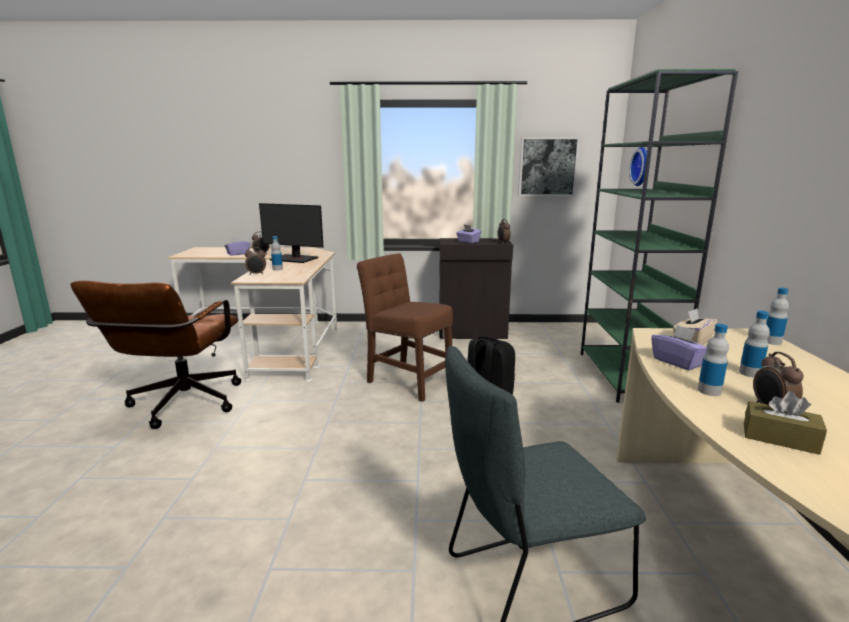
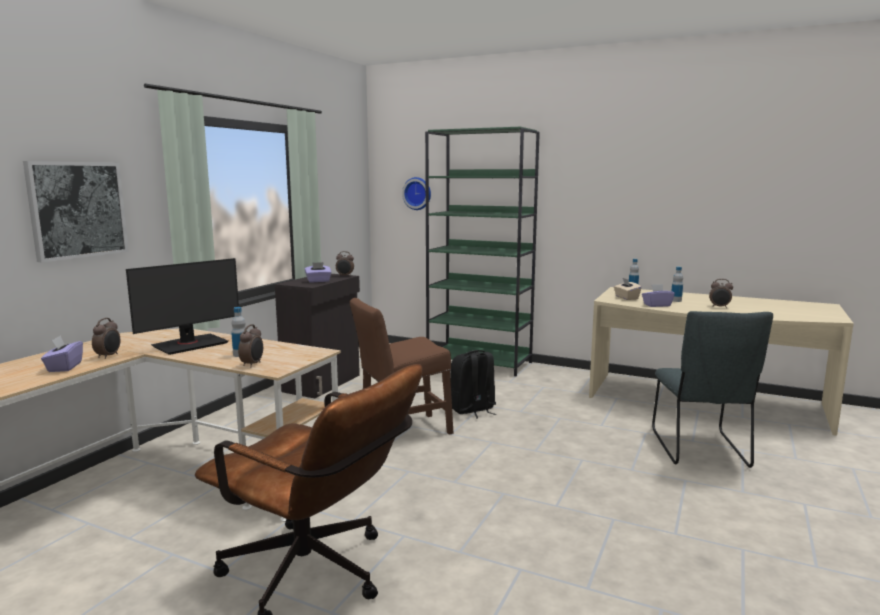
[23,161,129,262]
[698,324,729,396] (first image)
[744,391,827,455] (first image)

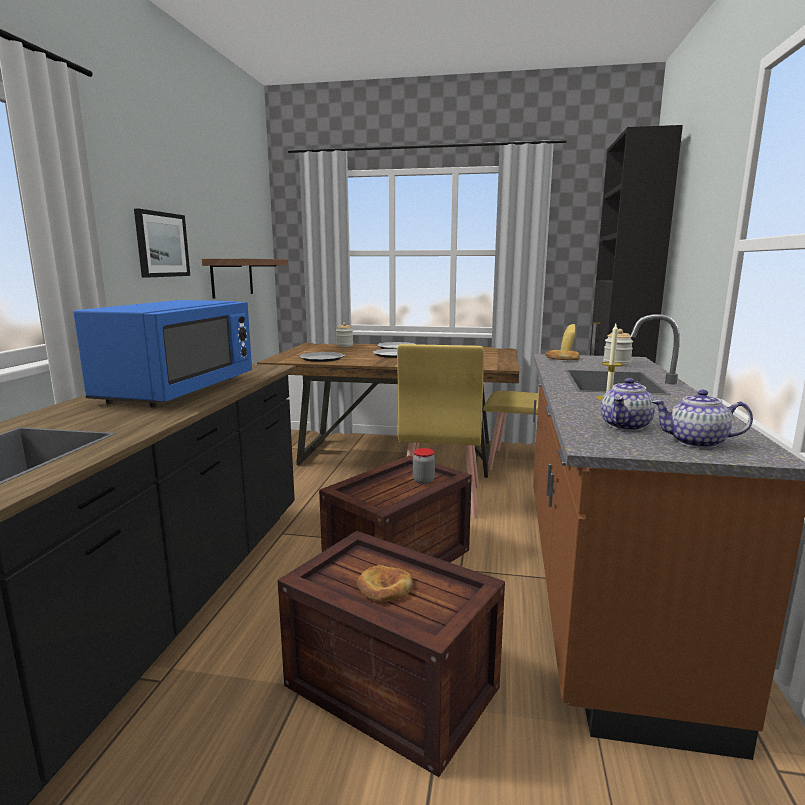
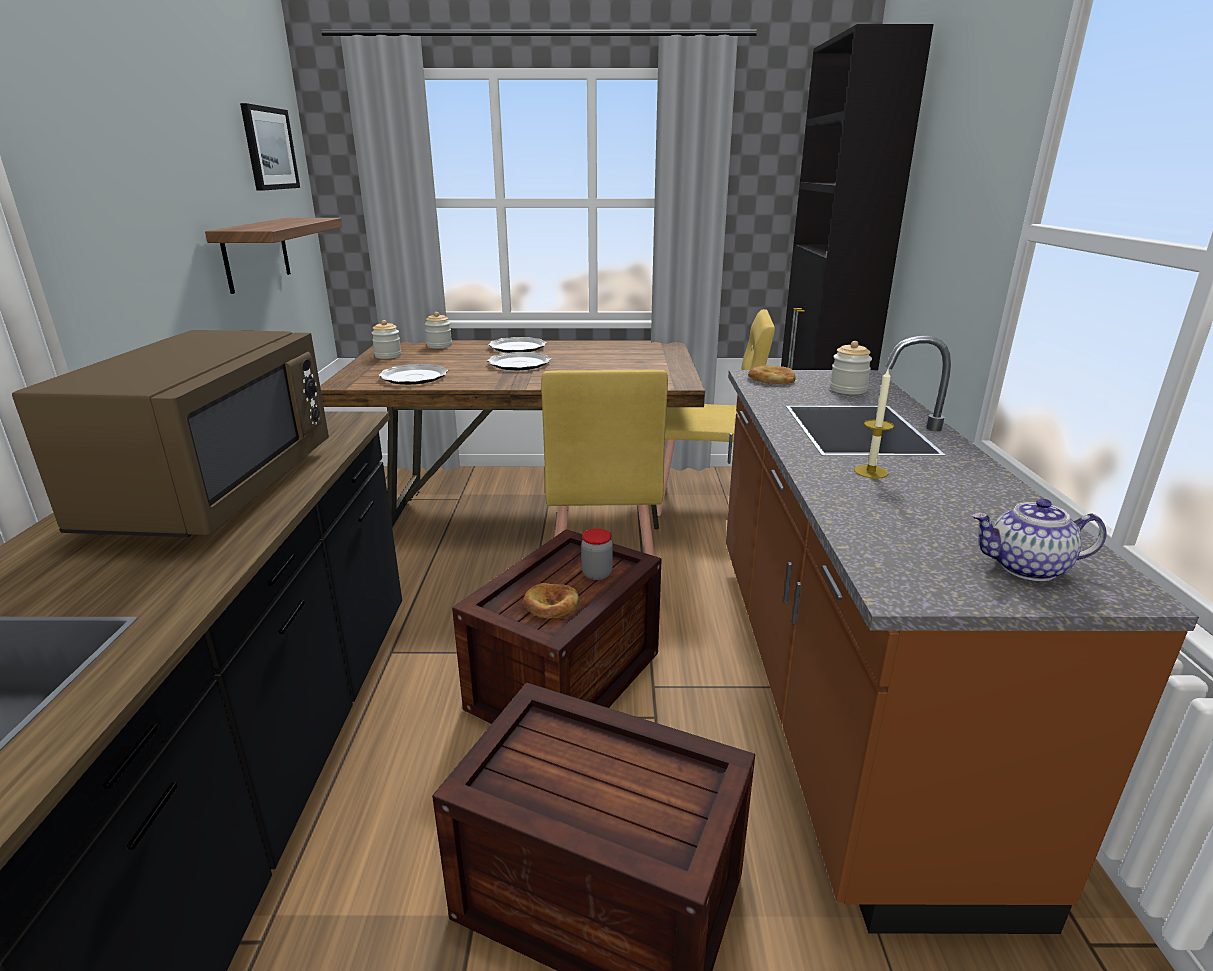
[12,330,329,538]
[240,103,300,191]
[371,320,402,359]
[523,583,579,619]
[601,378,655,431] (first image)

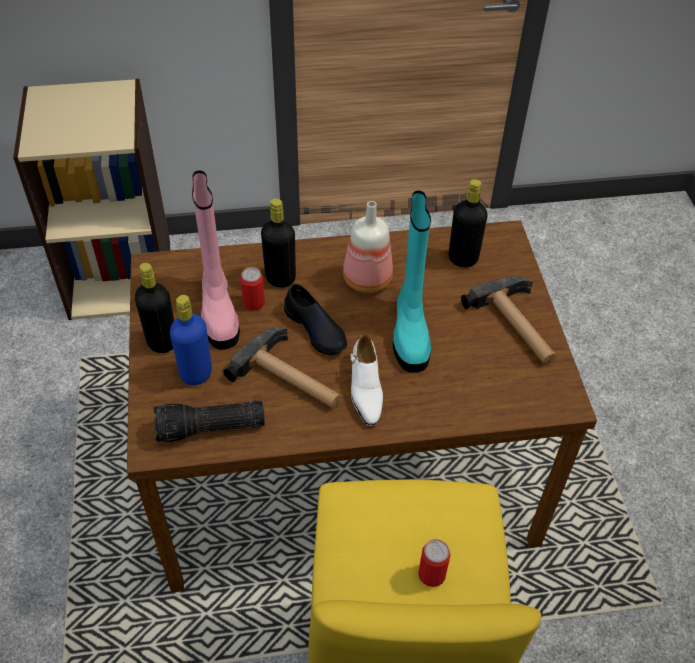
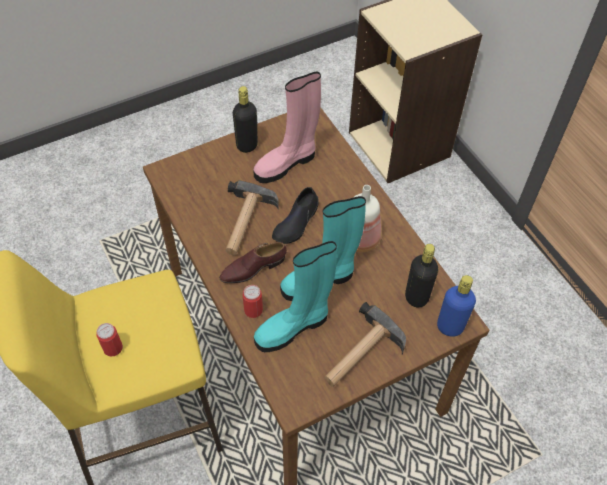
[219,242,287,283]
[243,285,263,318]
[254,241,337,352]
[437,275,476,337]
[153,400,265,442] (first image)
[261,198,296,288] (first image)

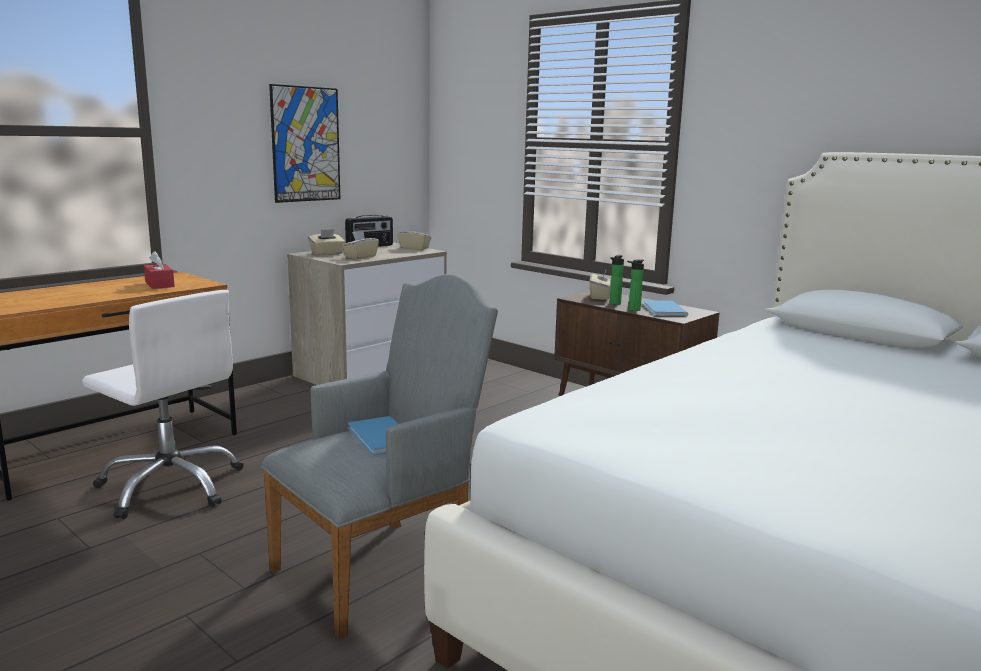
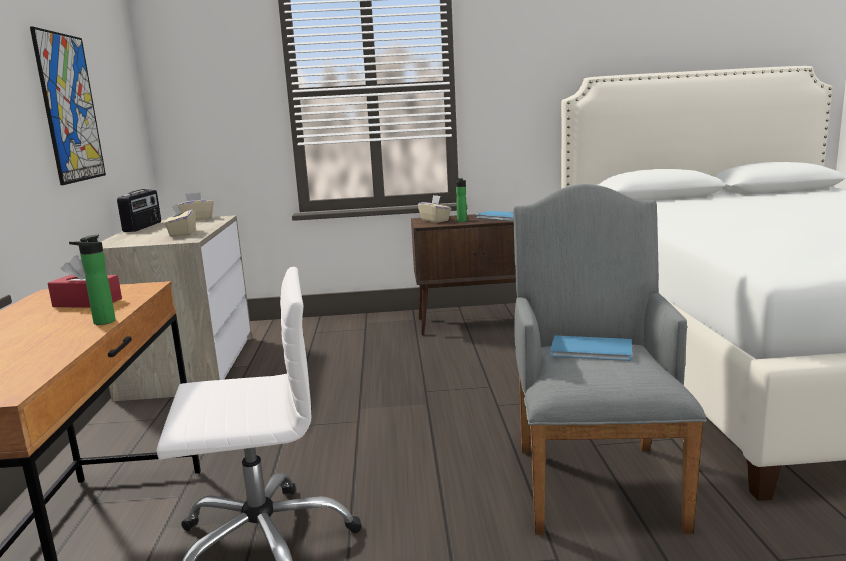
[69,235,116,325]
[308,229,345,255] (first image)

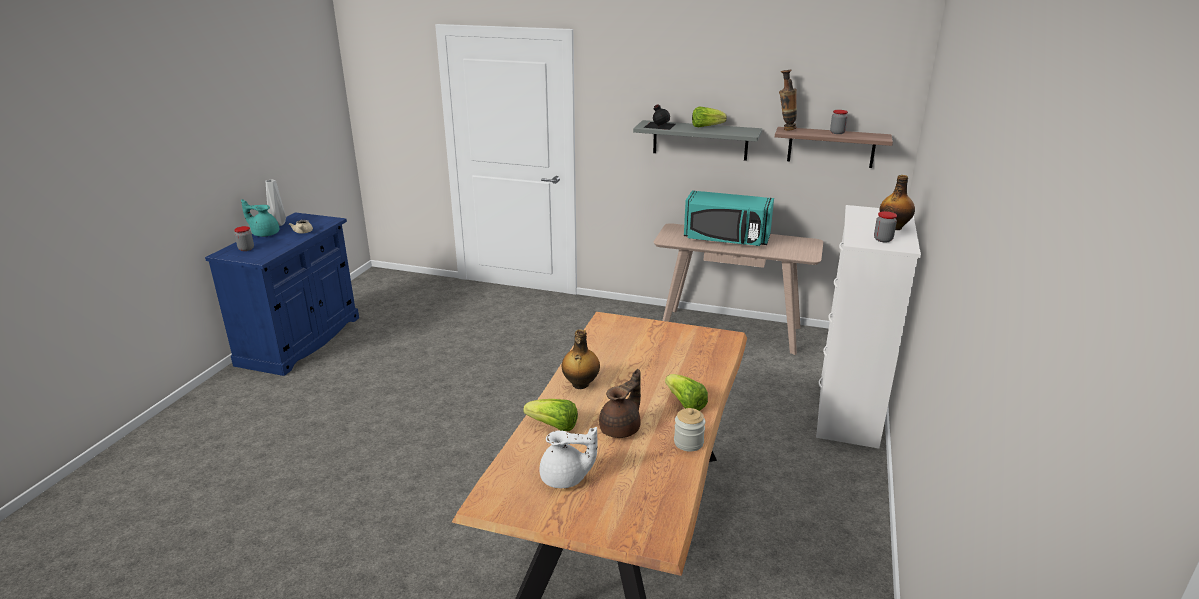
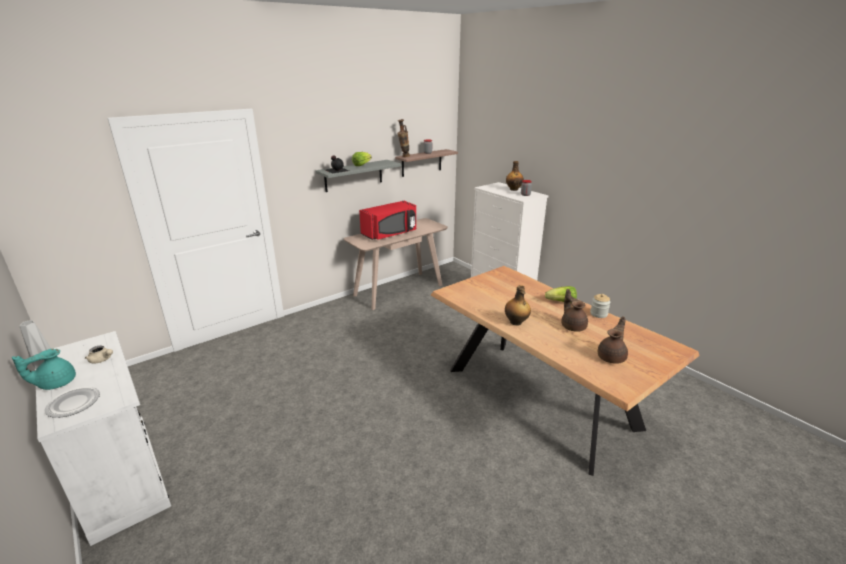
[35,331,171,546]
[45,387,100,418]
[359,201,416,240]
[598,317,628,364]
[523,399,578,431] (first image)

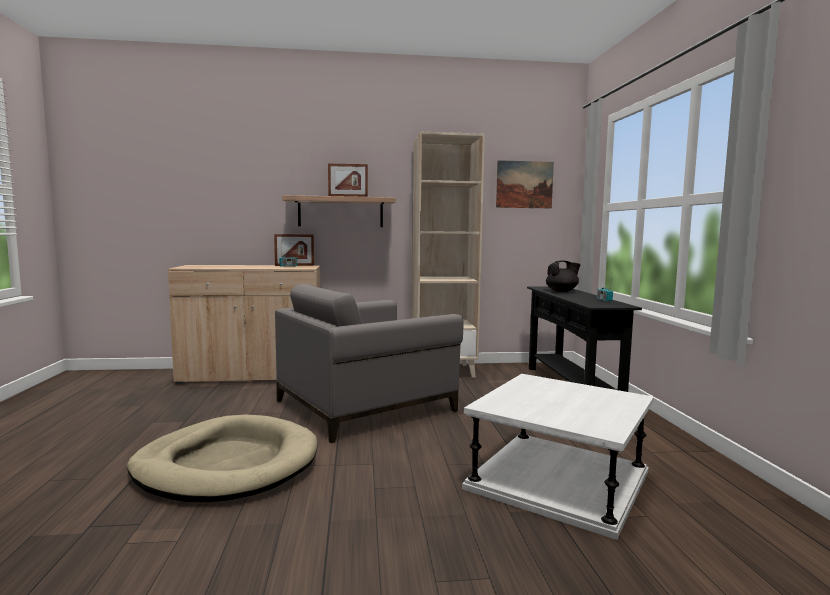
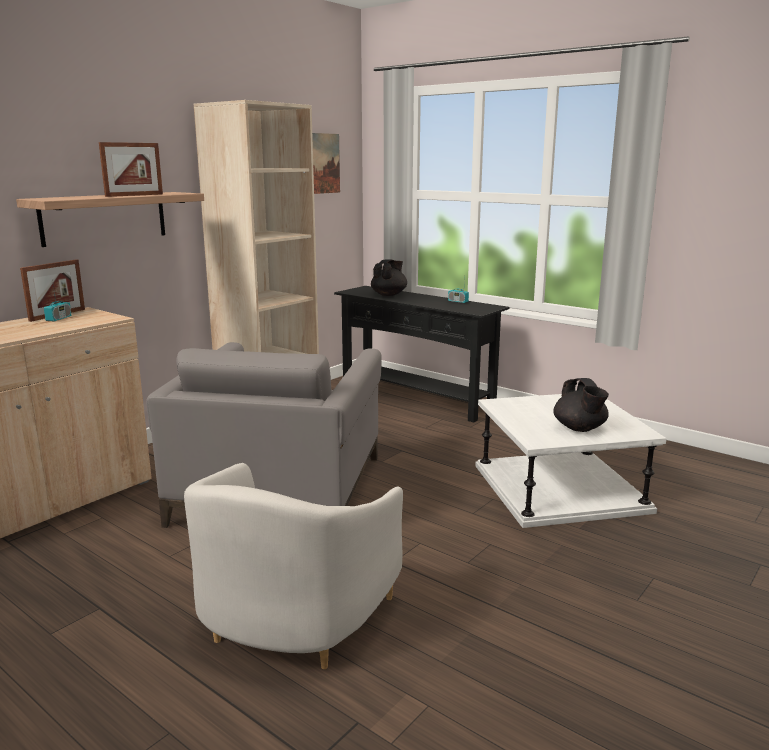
[184,463,403,669]
[553,378,609,432]

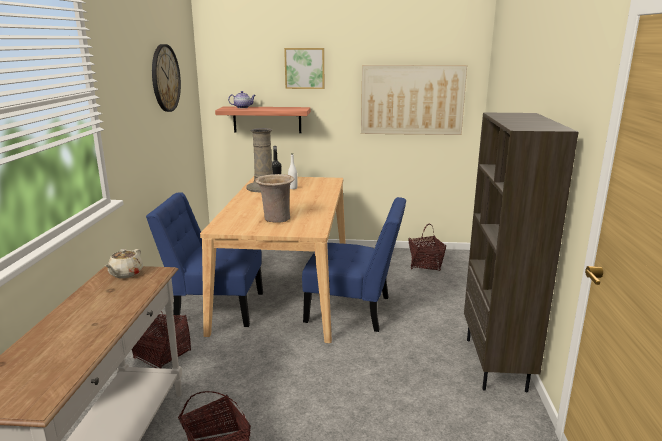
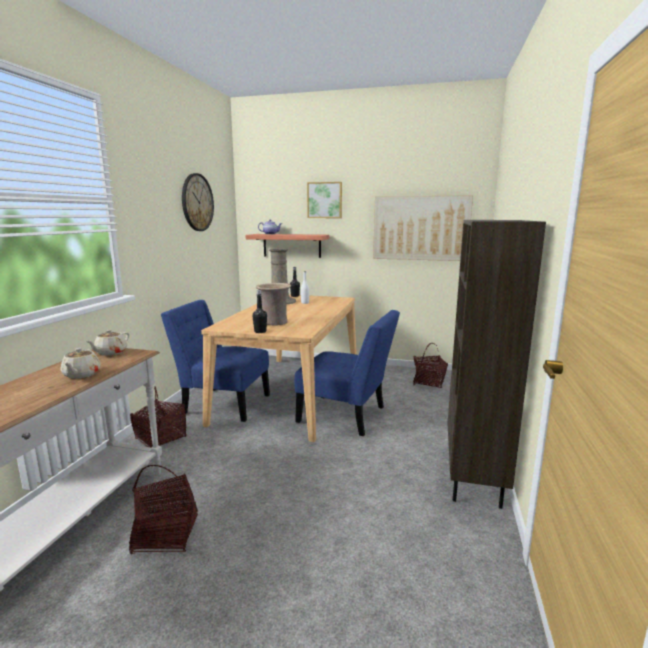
[61,348,101,379]
[252,290,267,333]

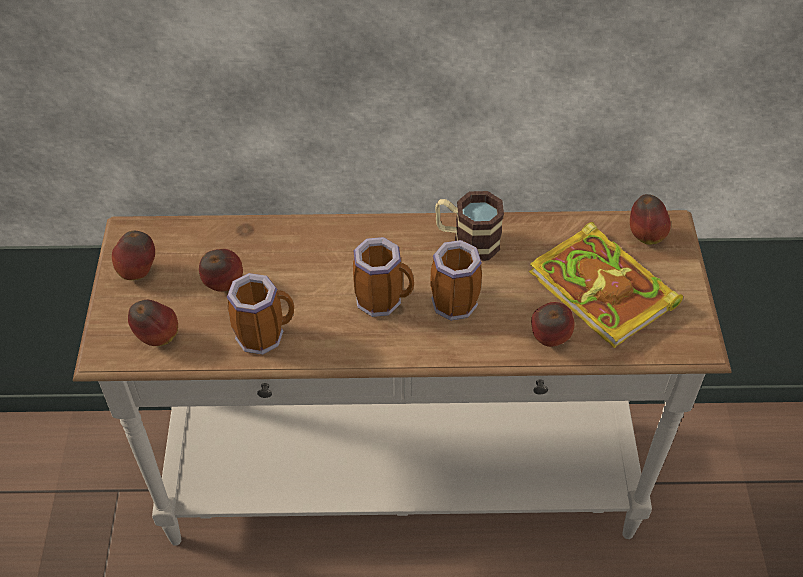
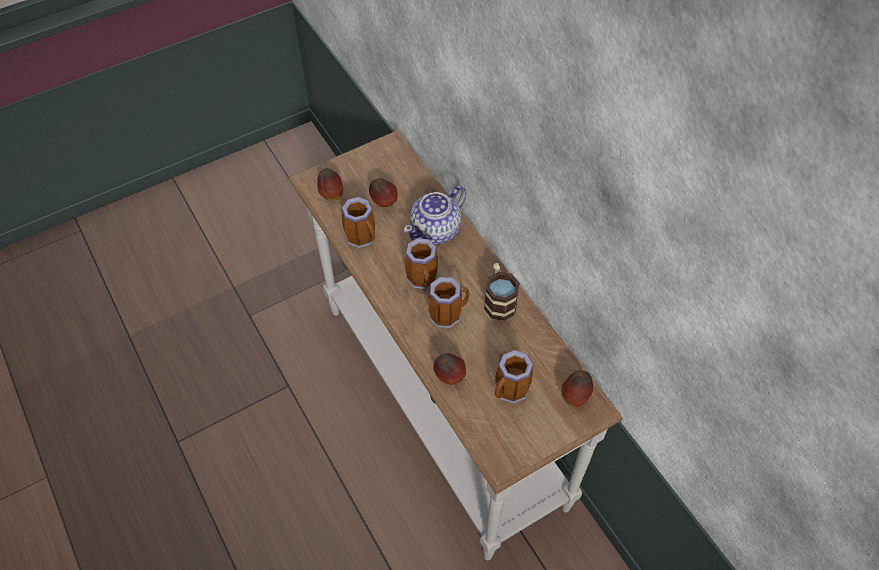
[404,186,466,244]
[495,350,534,403]
[112,231,155,280] (first image)

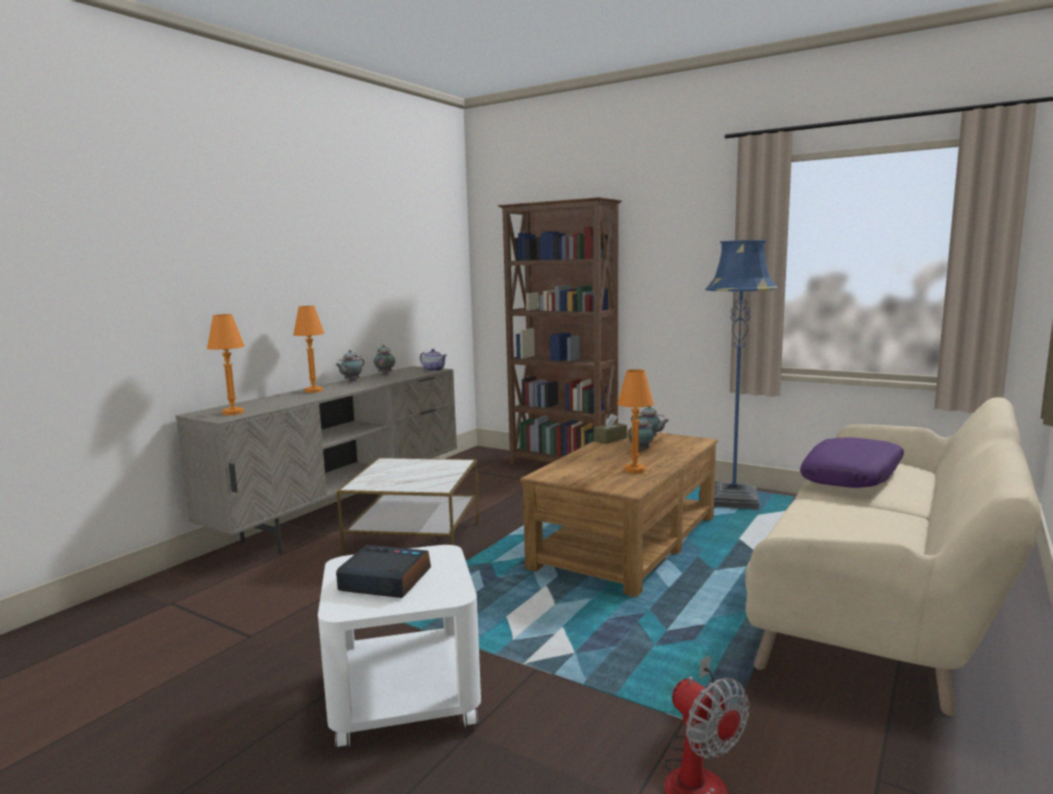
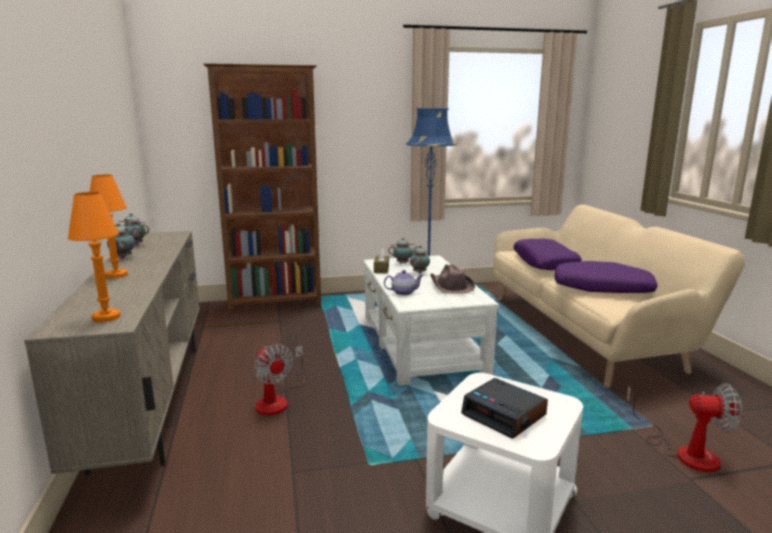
[254,344,305,415]
[363,255,500,386]
[384,270,424,296]
[430,264,475,294]
[461,378,548,439]
[555,261,657,293]

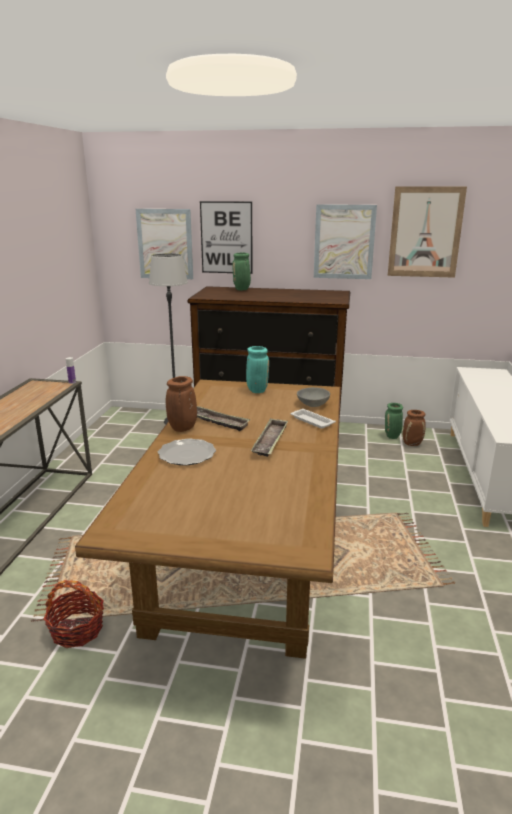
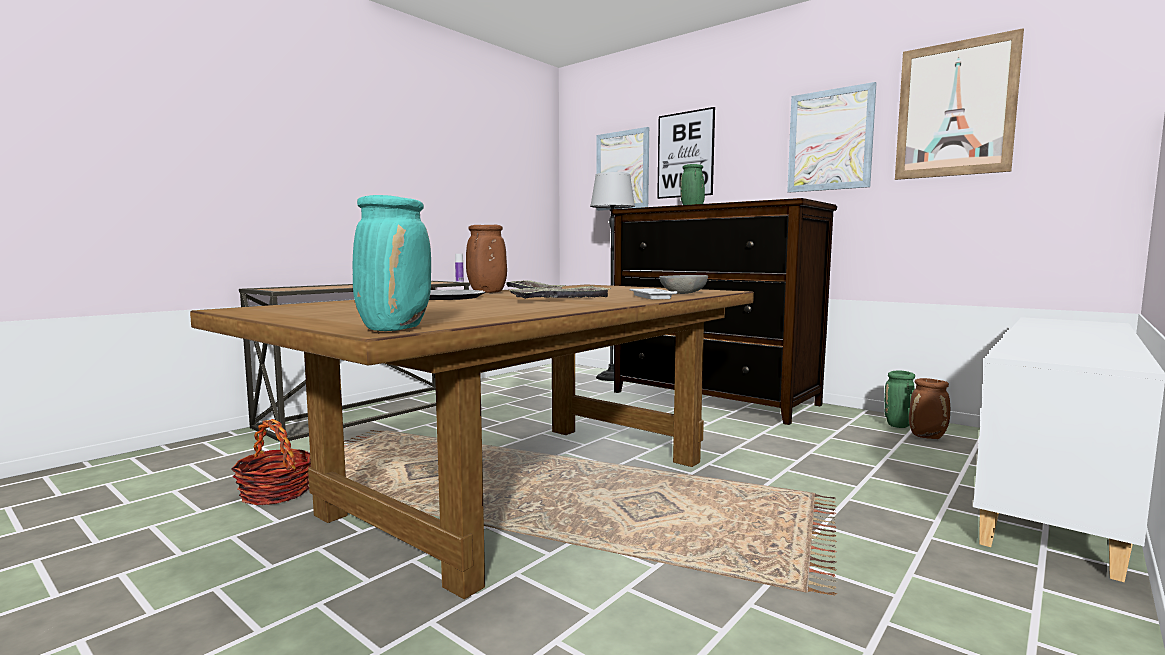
[353,195,431,331]

